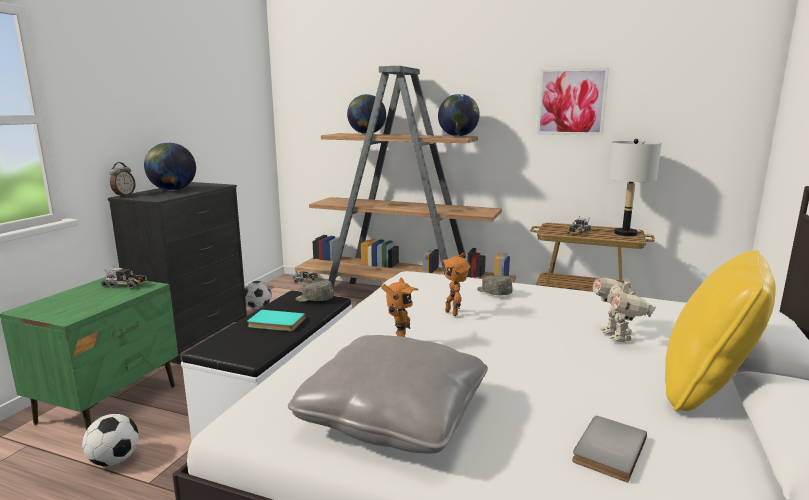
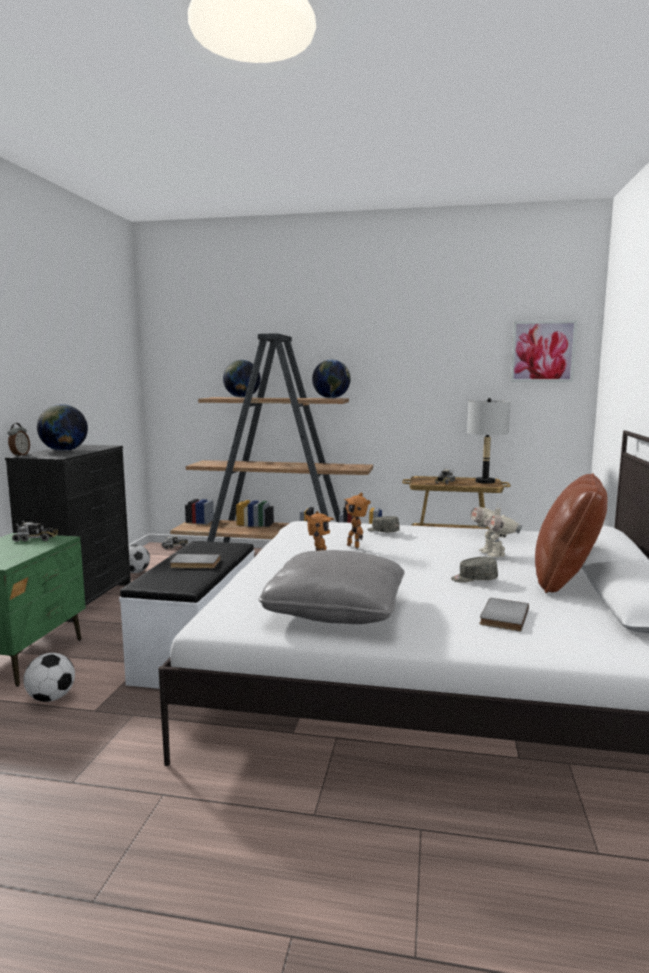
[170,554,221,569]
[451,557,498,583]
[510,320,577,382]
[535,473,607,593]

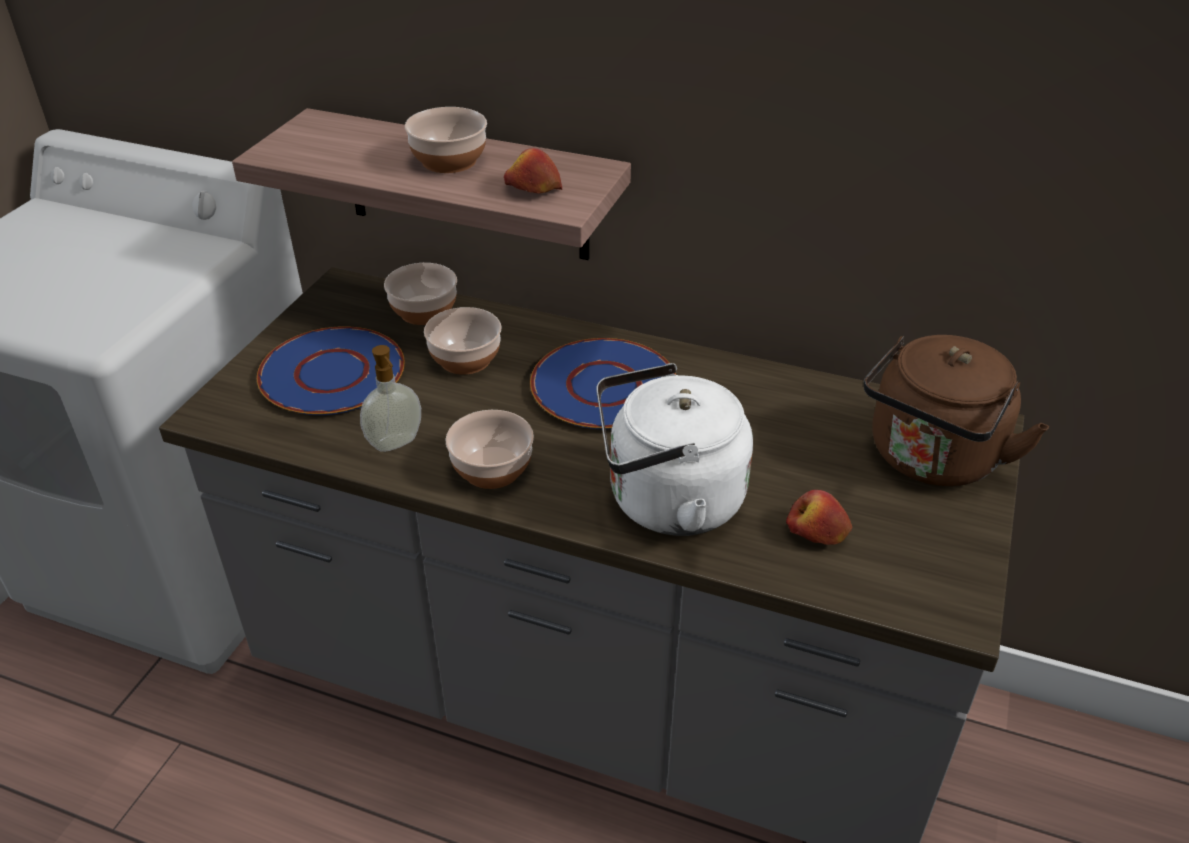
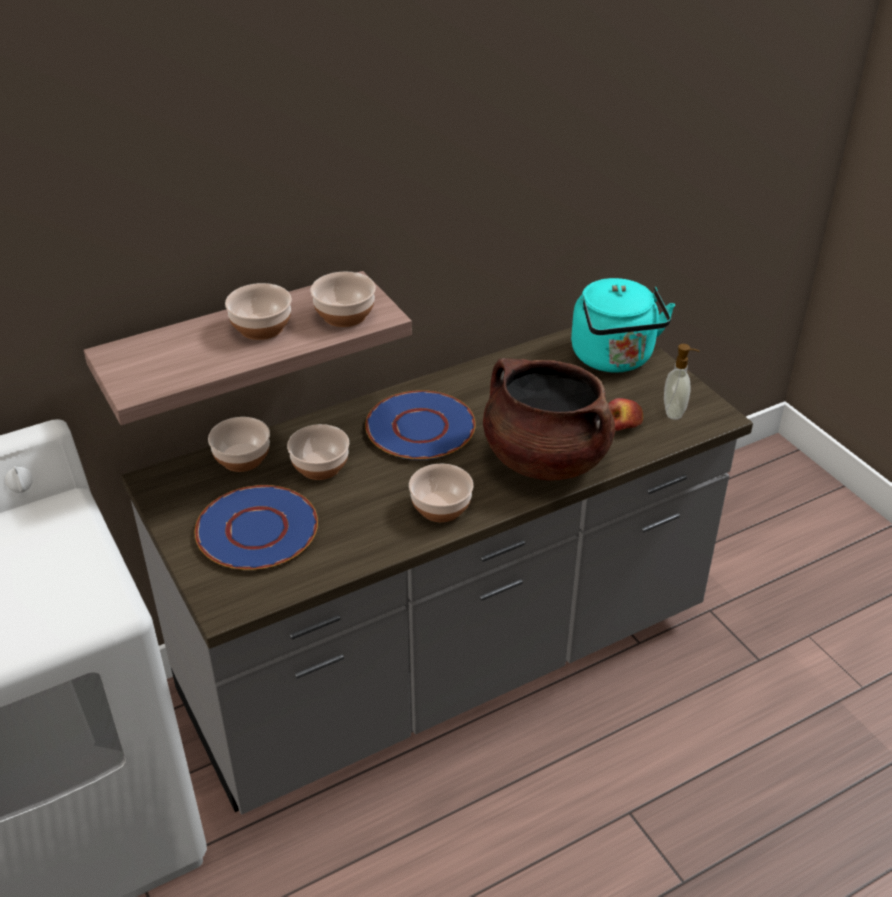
[311,271,376,327]
[483,358,615,481]
[571,278,675,373]
[664,344,700,420]

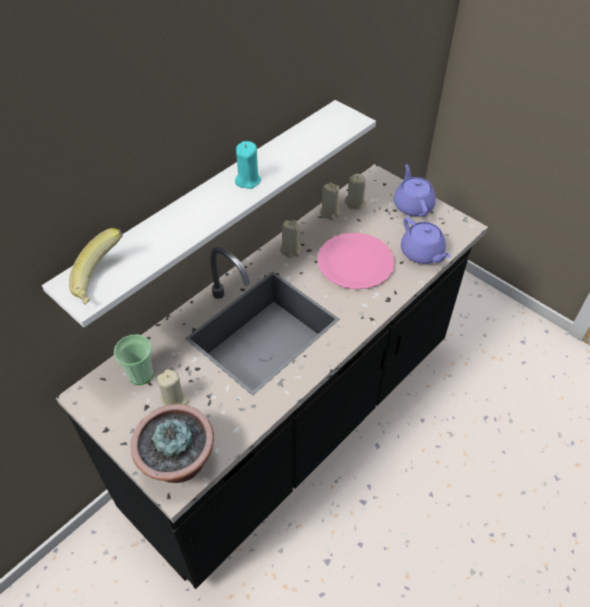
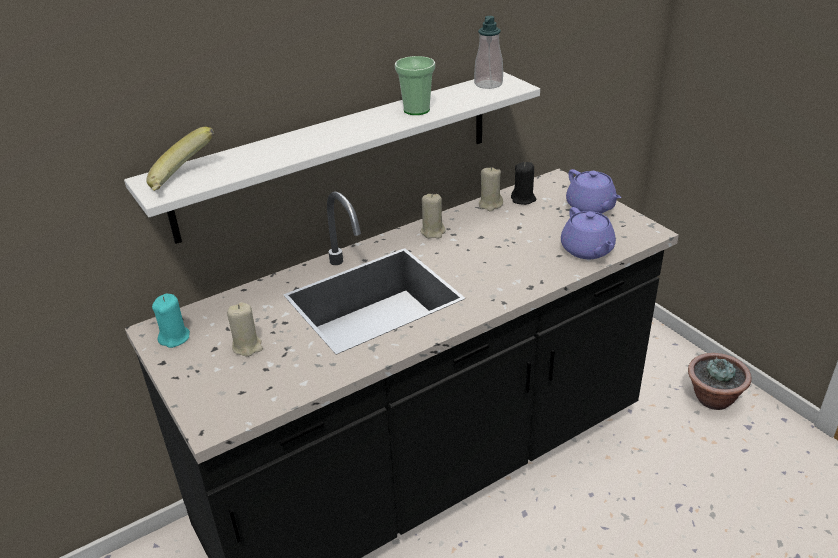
[152,294,190,348]
[395,56,435,115]
[474,16,503,89]
[511,162,536,205]
[566,169,621,214]
[688,353,752,410]
[317,233,395,289] (first image)

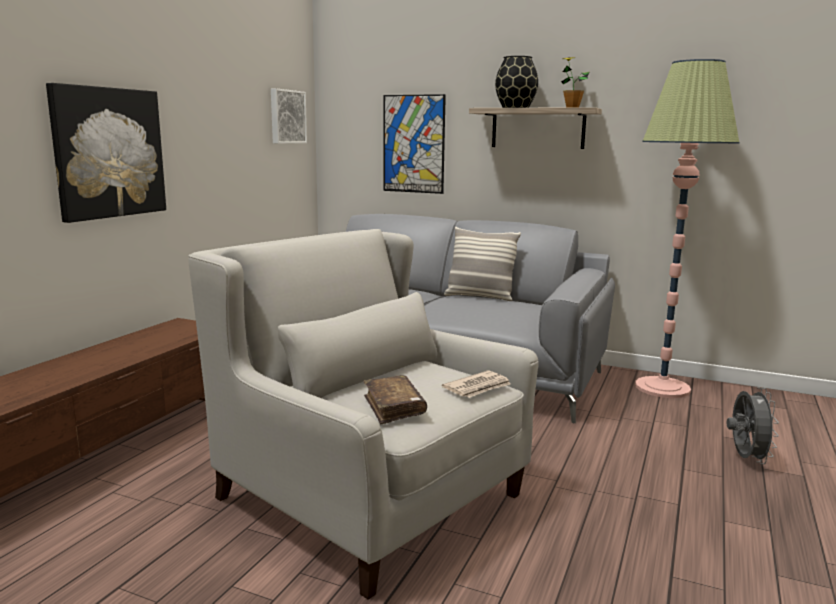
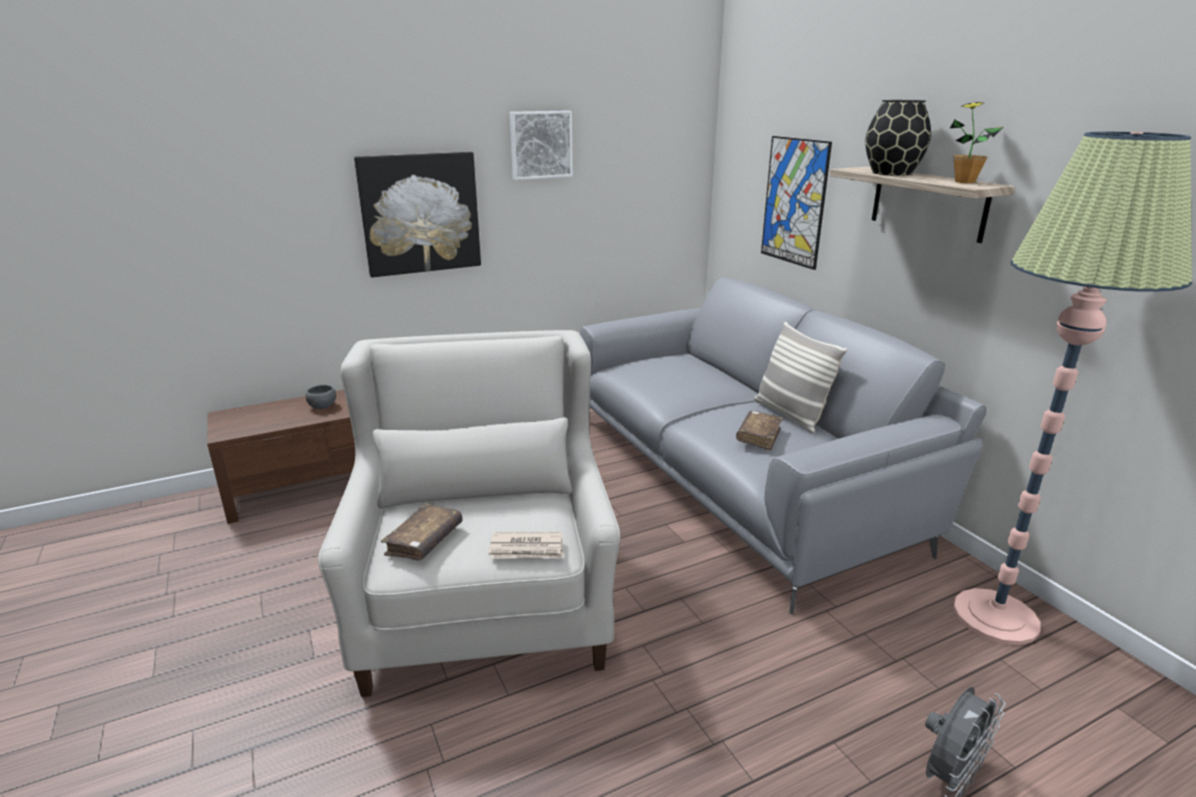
[306,385,336,409]
[510,111,573,180]
[736,411,783,451]

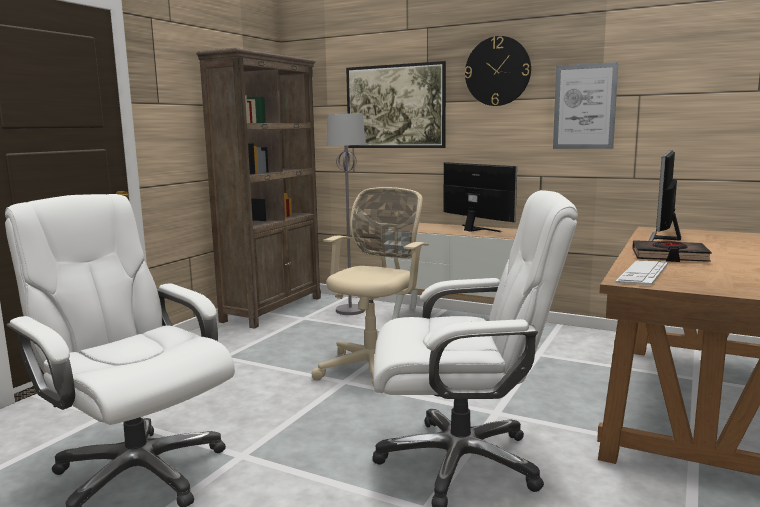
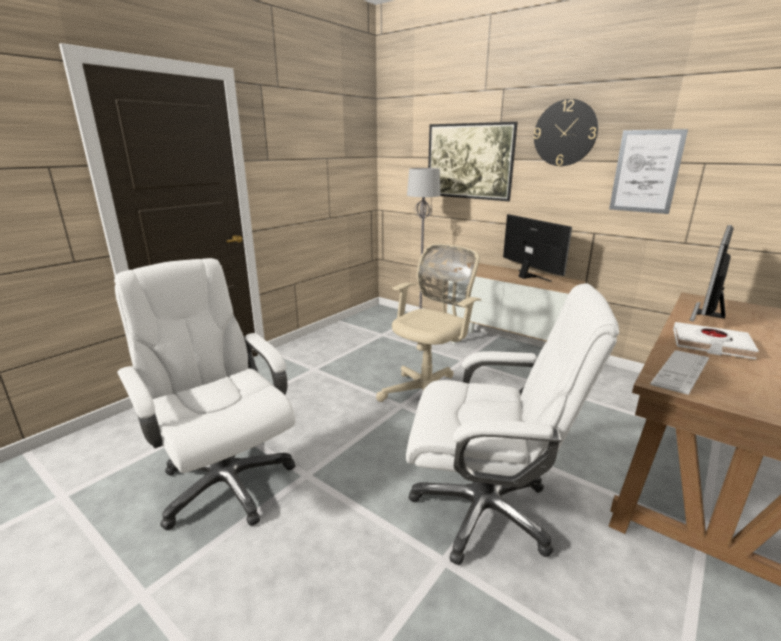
[673,322,759,359]
[196,48,321,329] (first image)

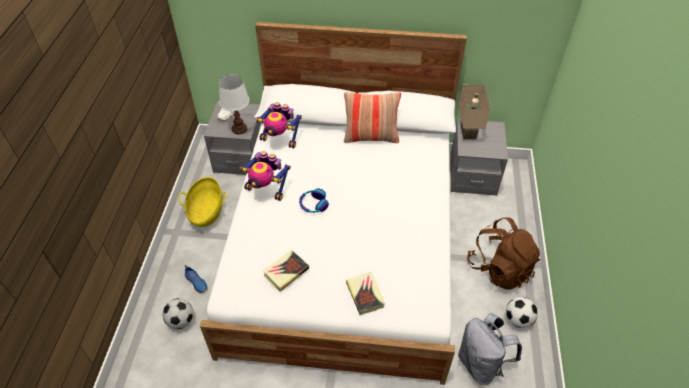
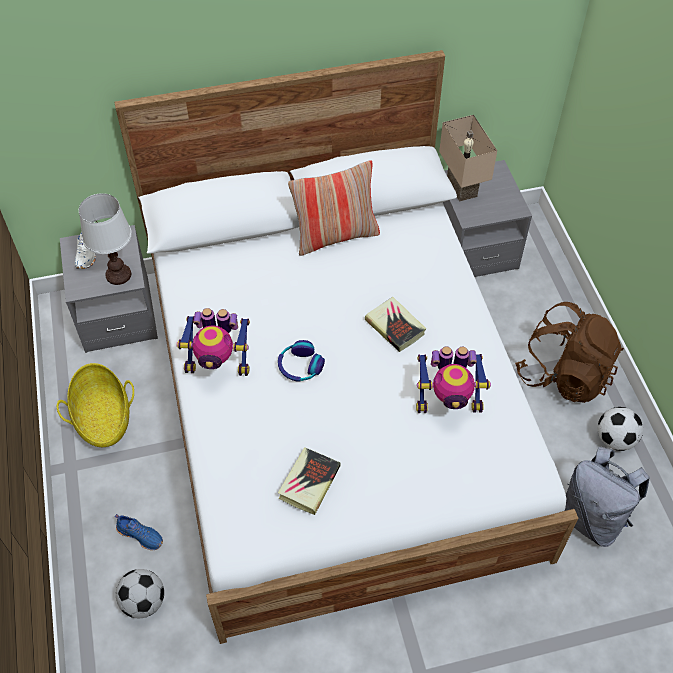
[365,297,426,352]
[416,346,491,413]

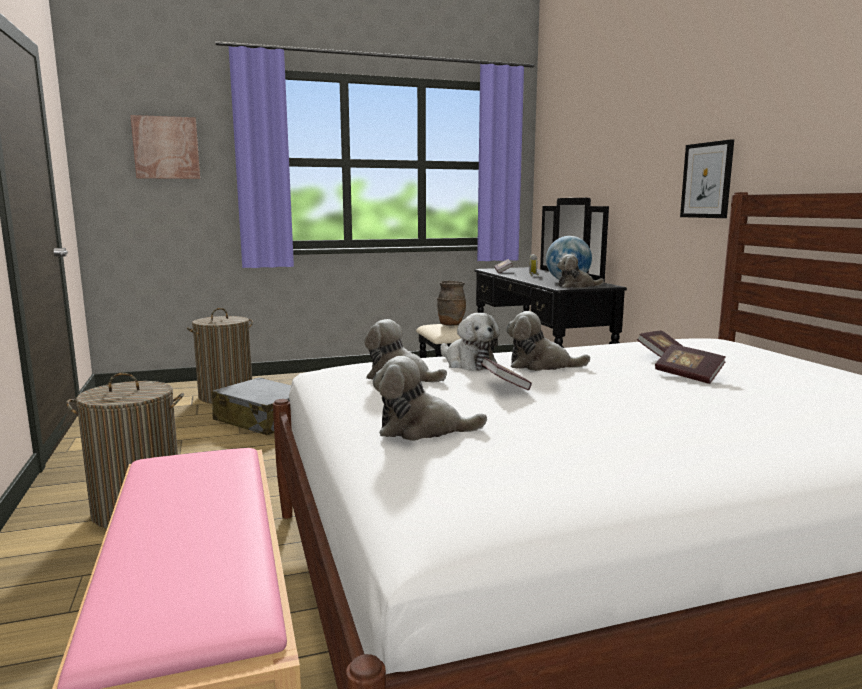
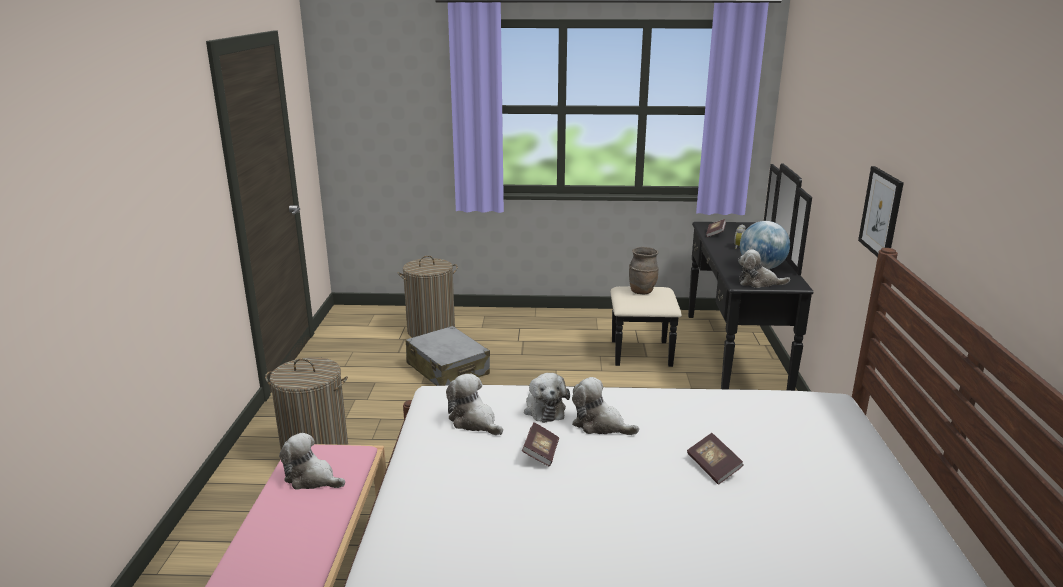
[279,433,345,490]
[130,115,200,179] (first image)
[637,330,682,357] (first image)

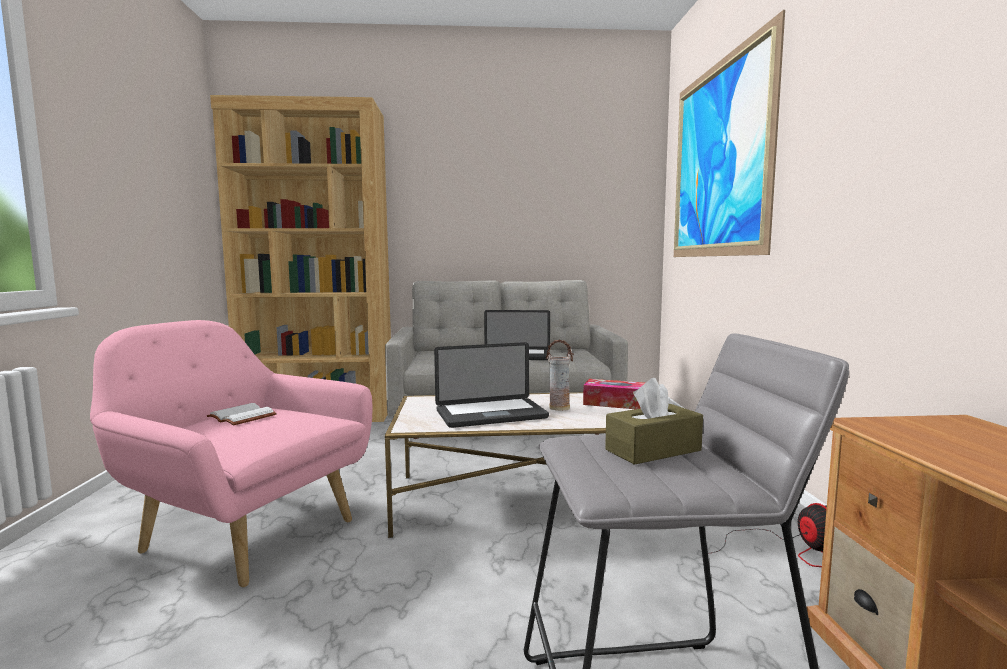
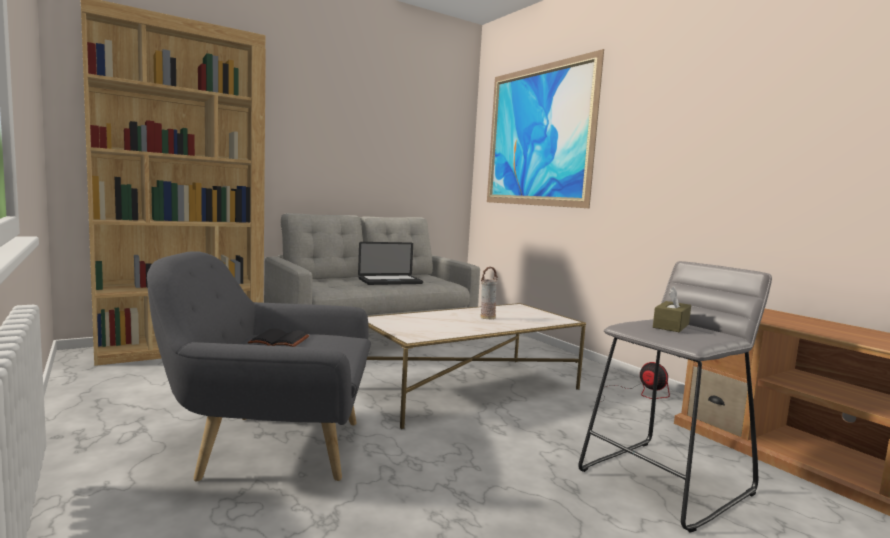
[147,251,371,481]
[248,328,310,347]
[434,342,549,428] (first image)
[583,379,645,409] (first image)

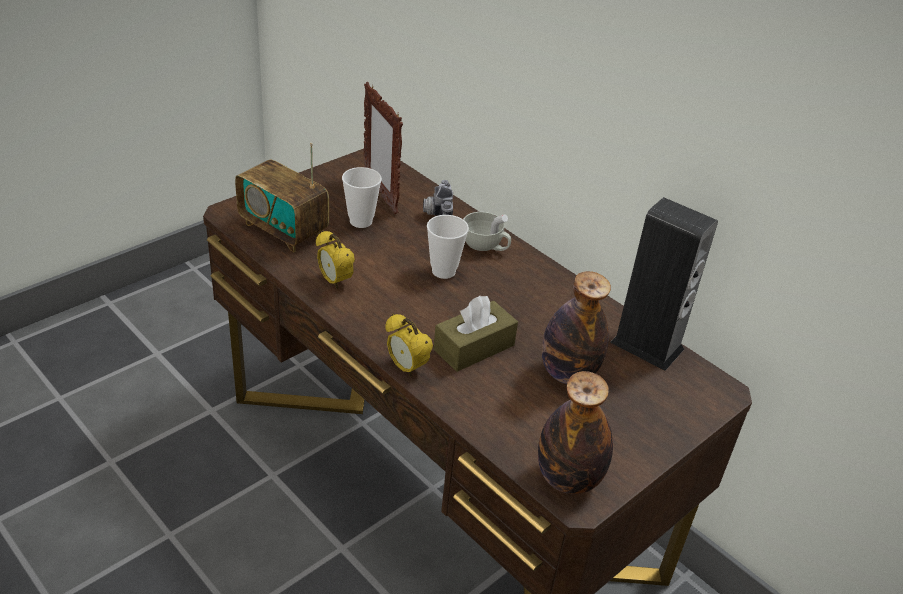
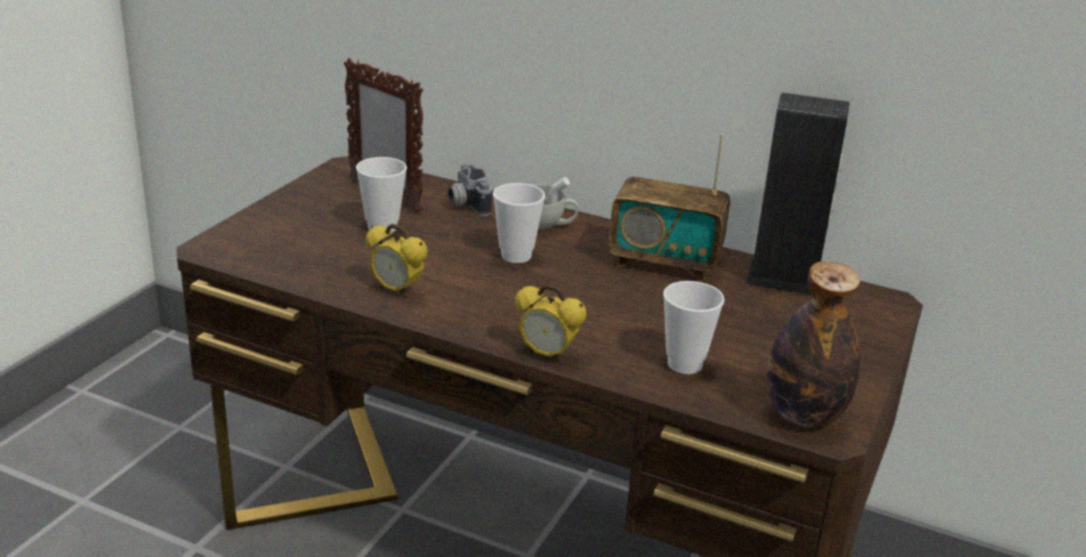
[609,134,730,281]
[663,281,725,374]
[434,296,518,372] (first image)
[542,271,611,384] (first image)

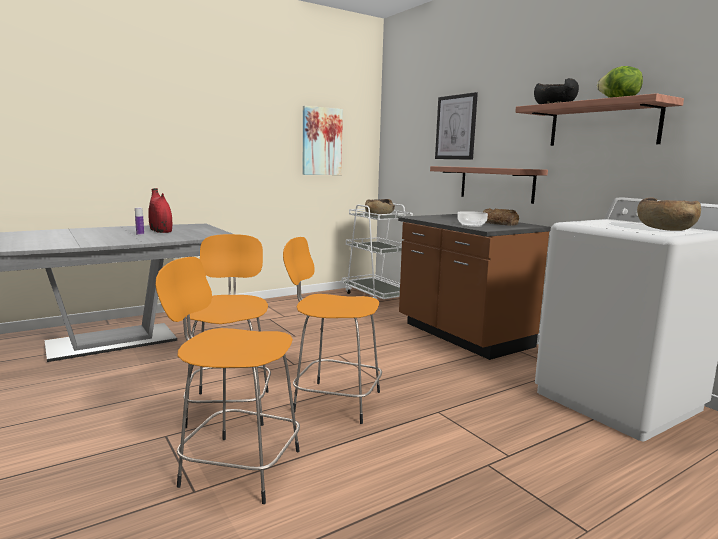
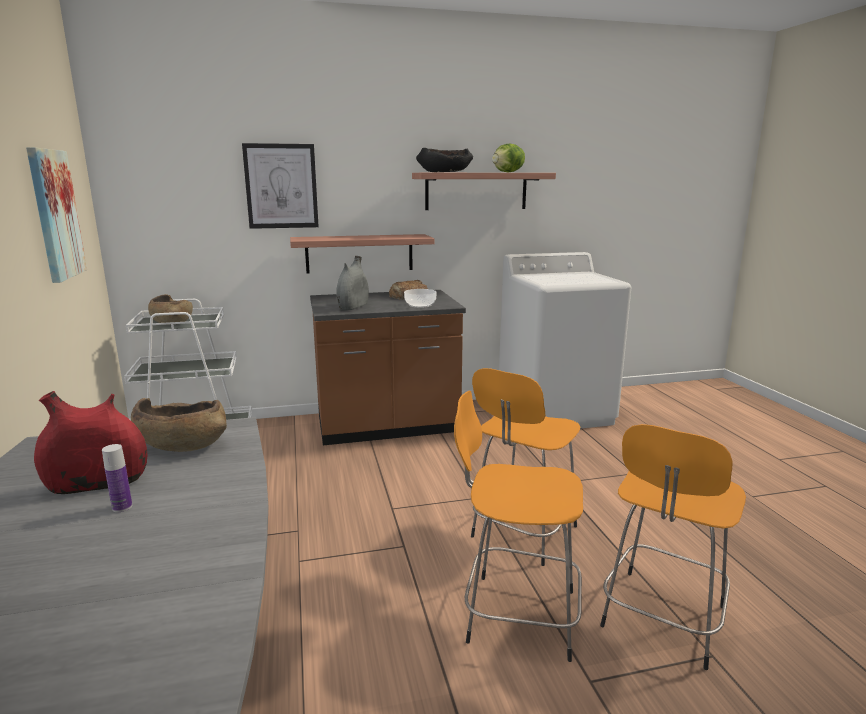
[131,398,227,452]
[336,256,369,310]

